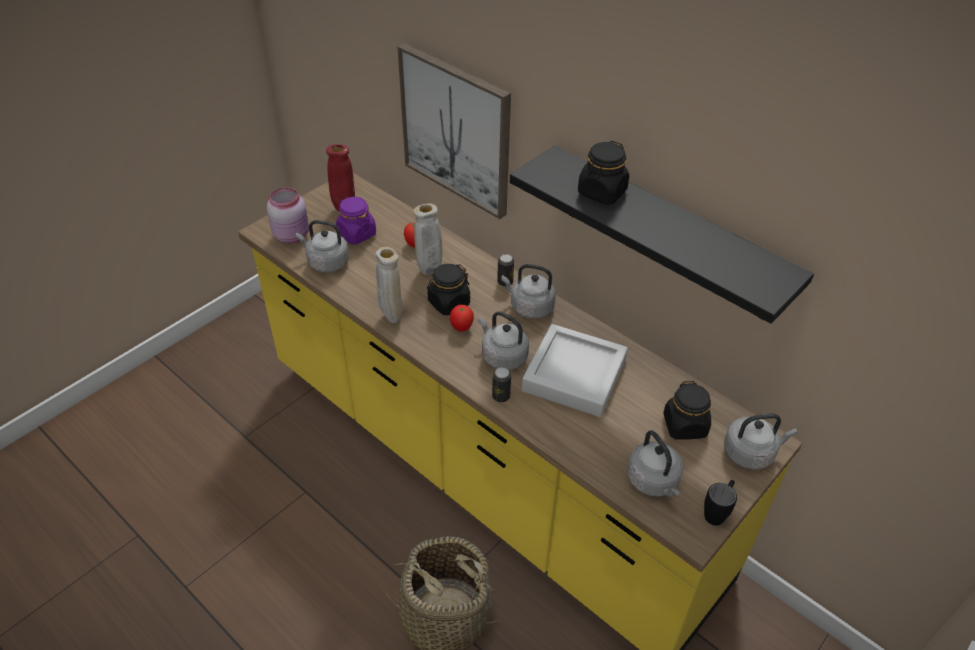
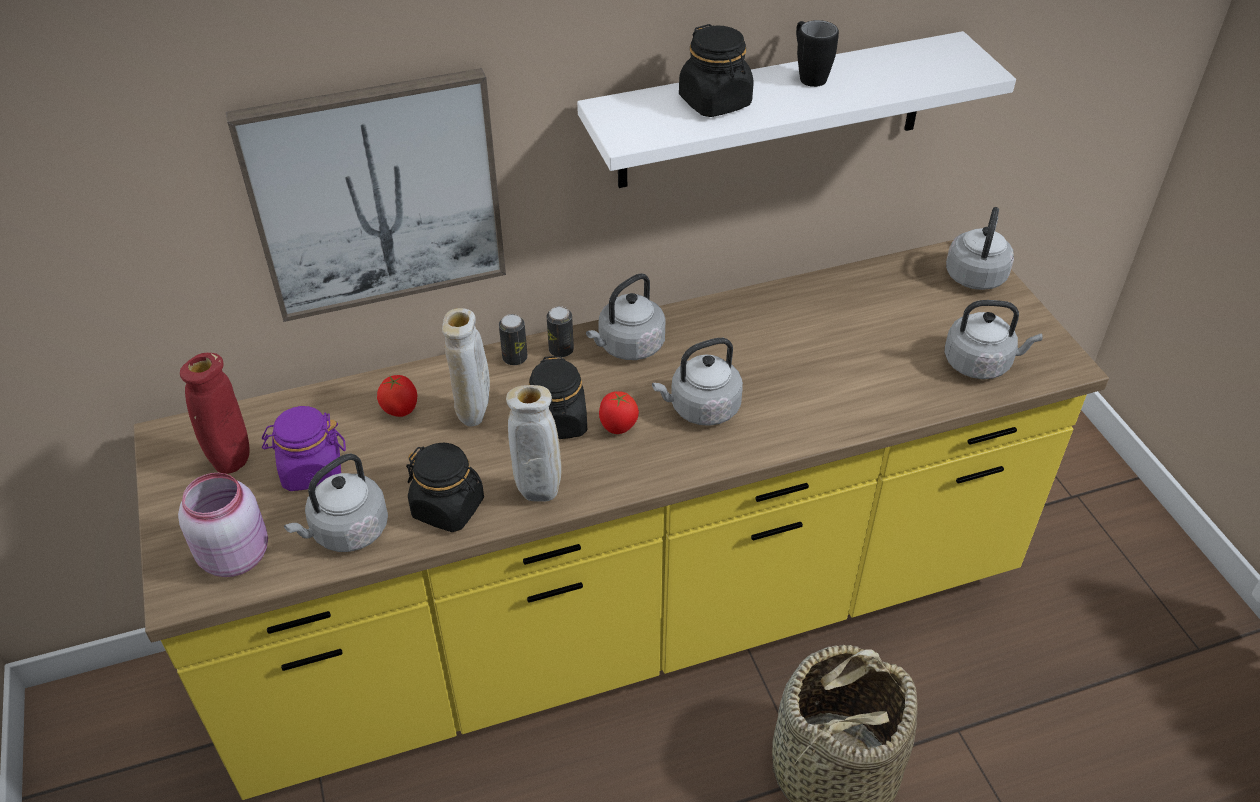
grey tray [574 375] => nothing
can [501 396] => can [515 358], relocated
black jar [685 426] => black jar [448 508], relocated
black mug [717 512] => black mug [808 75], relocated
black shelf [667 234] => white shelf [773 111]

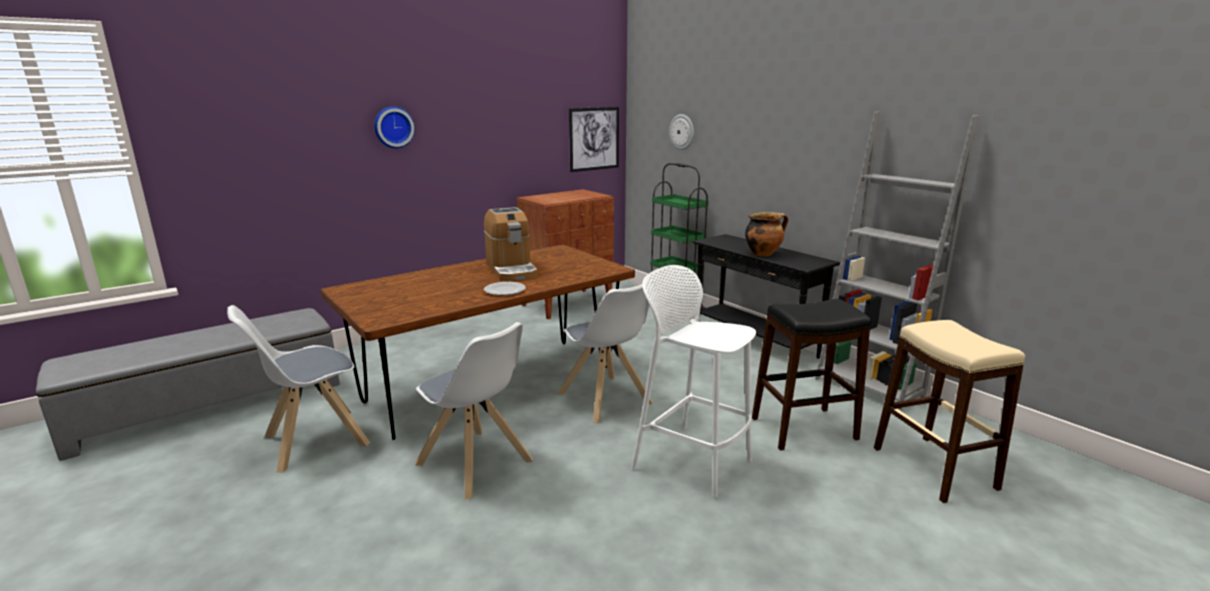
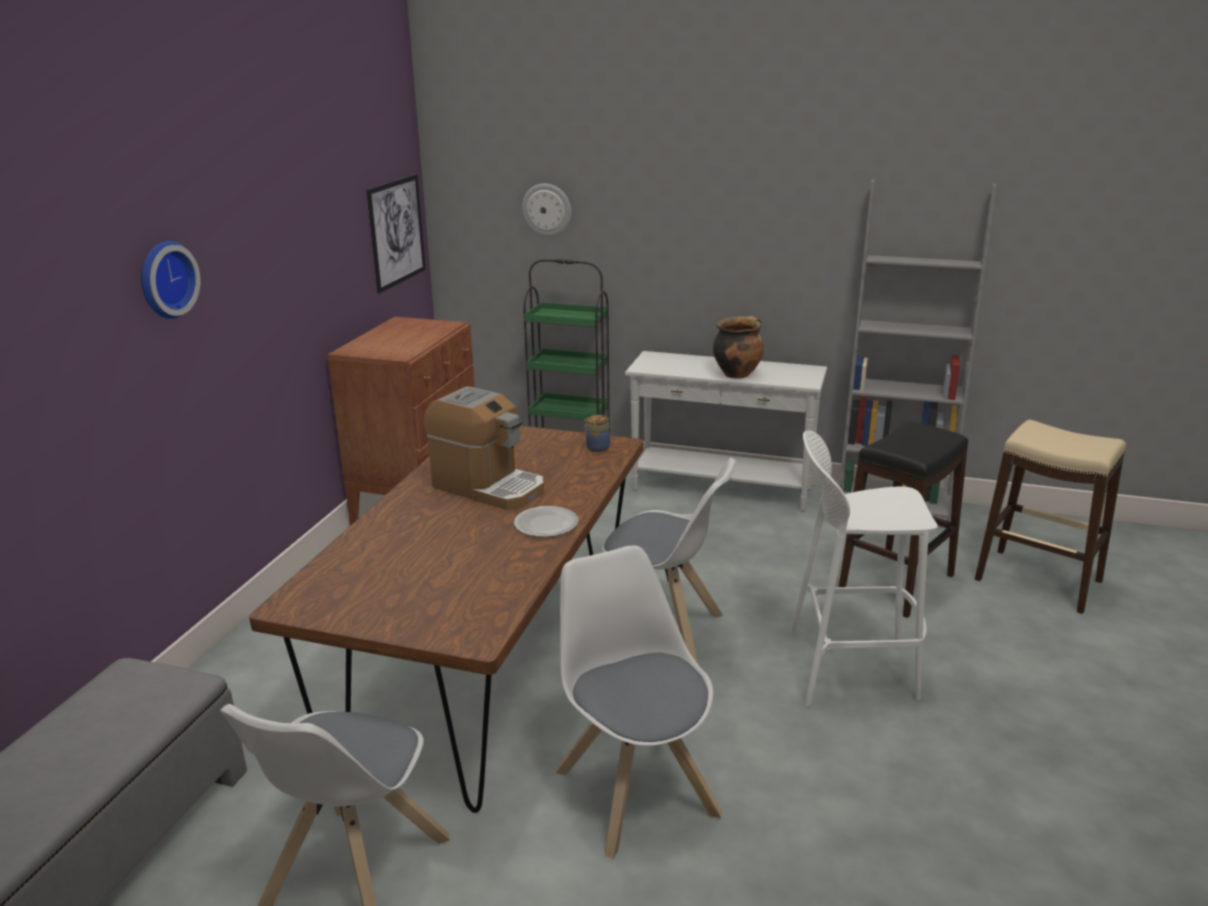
nothing => jar [597 447]
black console table [755 342] => white console table [722 489]
chair [476 464] => chair [634 788], 120 degrees counterclockwise

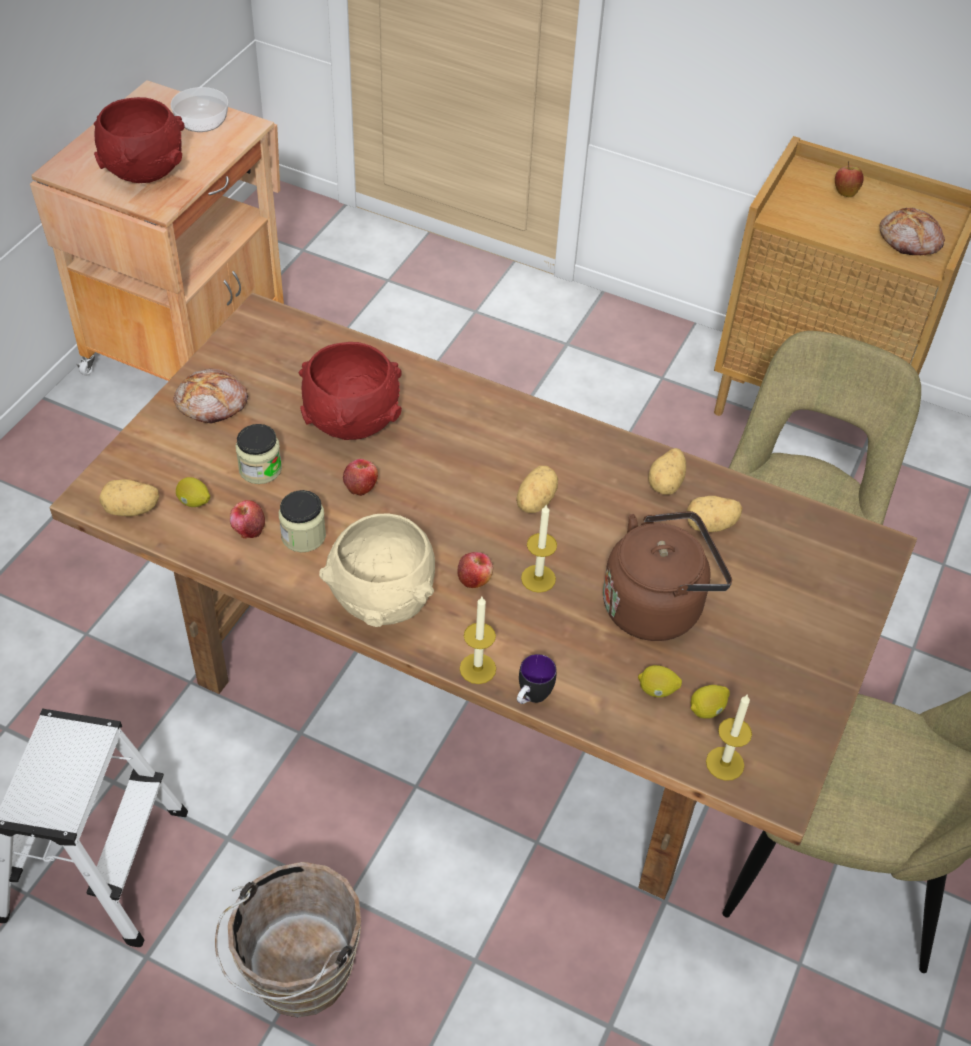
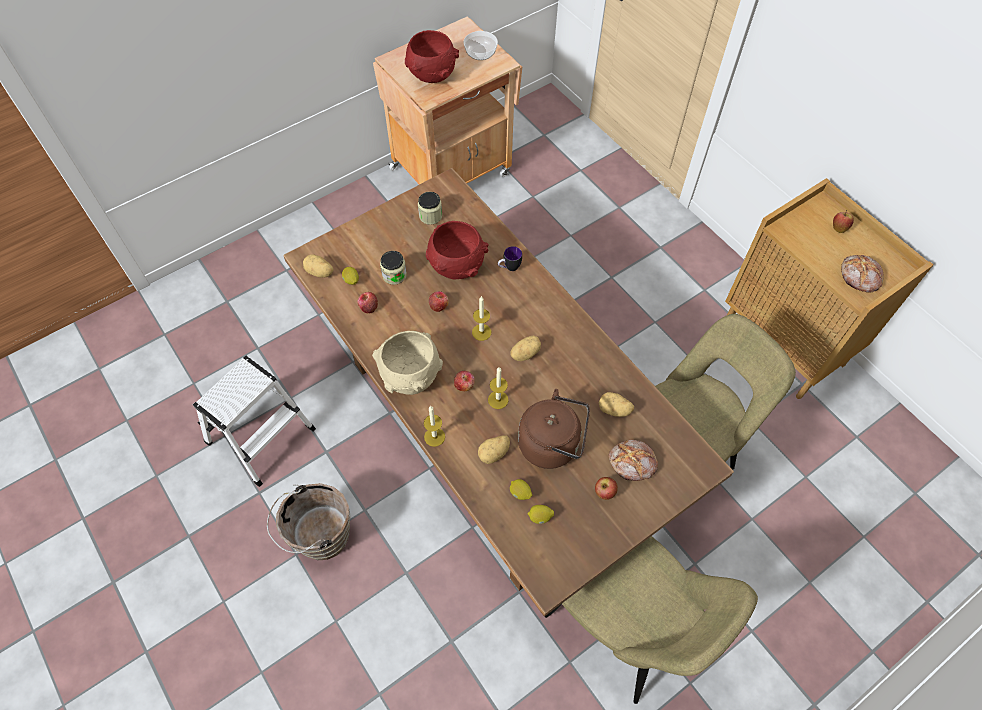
nothing => apple [604 492]
bread [212 404] => bread [632 463], relocated
jar [303 536] => jar [430 216], relocated
mug [531 698] => mug [509 268], relocated
potato [667 483] => potato [494 453], relocated
candle [725 763] => candle [481 332], relocated

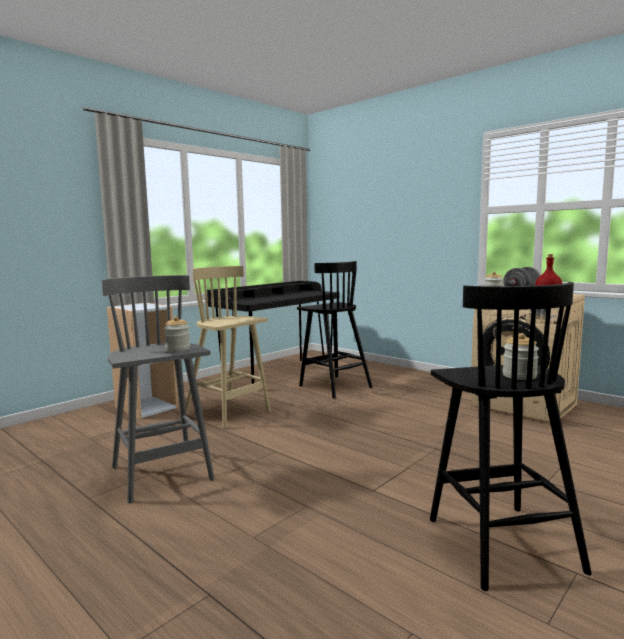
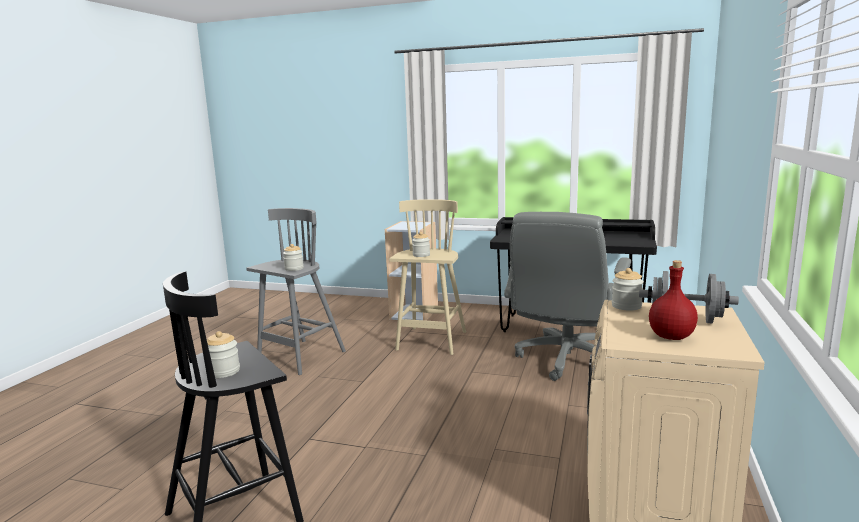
nothing => jar [421 255]
black stool [333 386] => grey office chair [564 362]

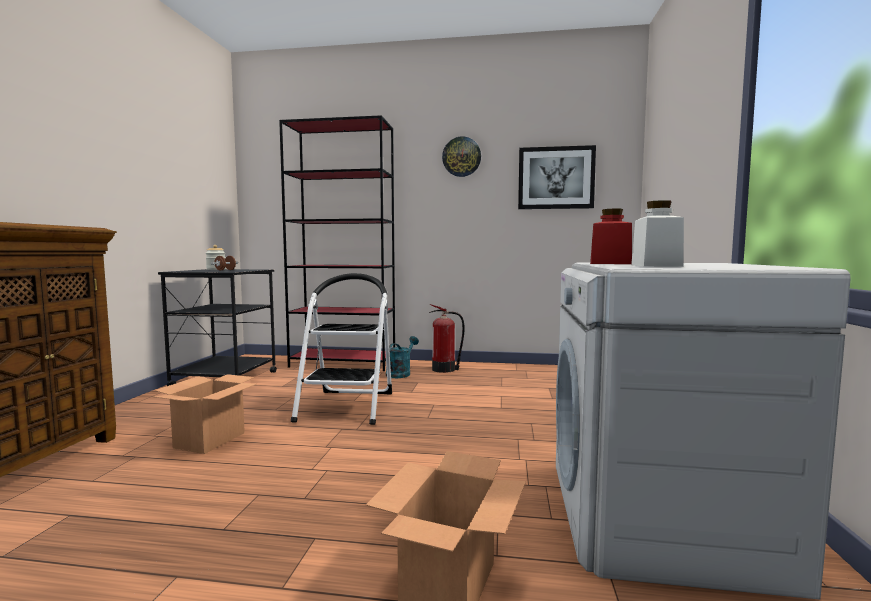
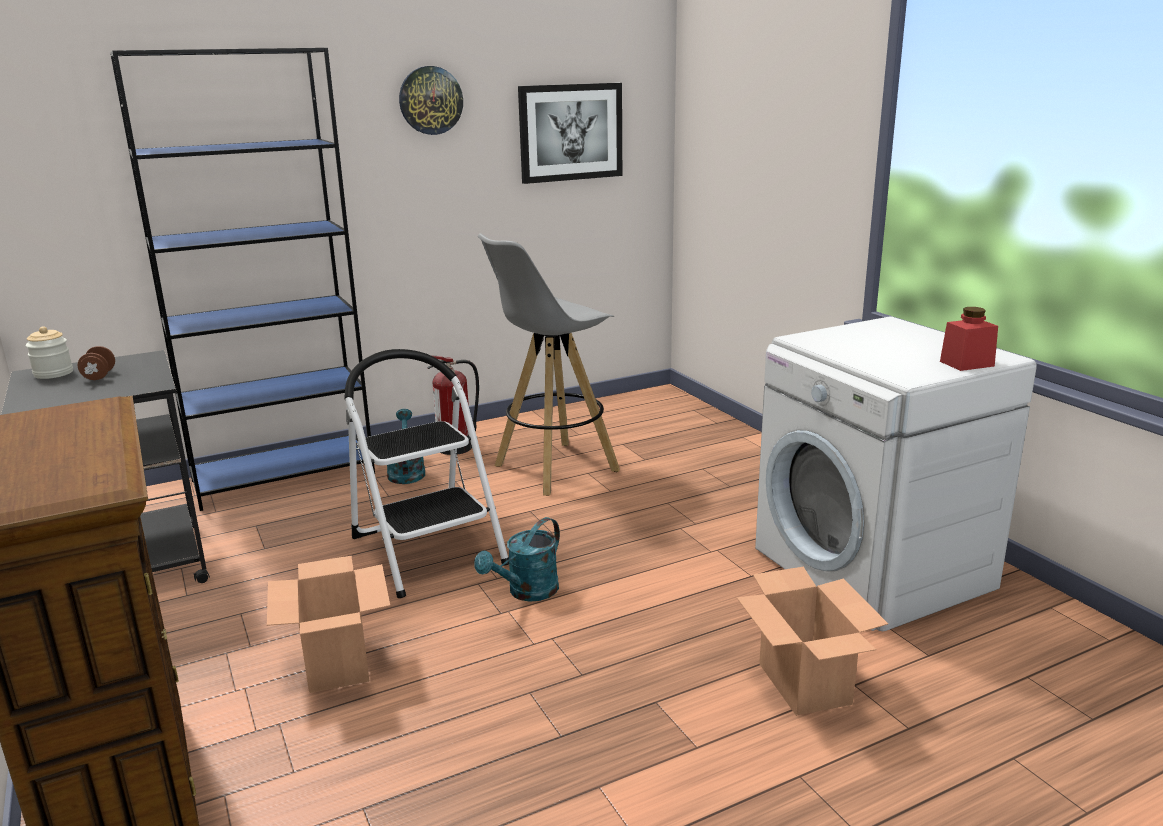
white jar [655 265] => nothing
nothing => turquoise watering can [527 592]
nothing => grey stool [553 468]
red jar [610 263] => red jar [966 364], relocated
red bookcase [344 363] => blue bookcase [284 476]

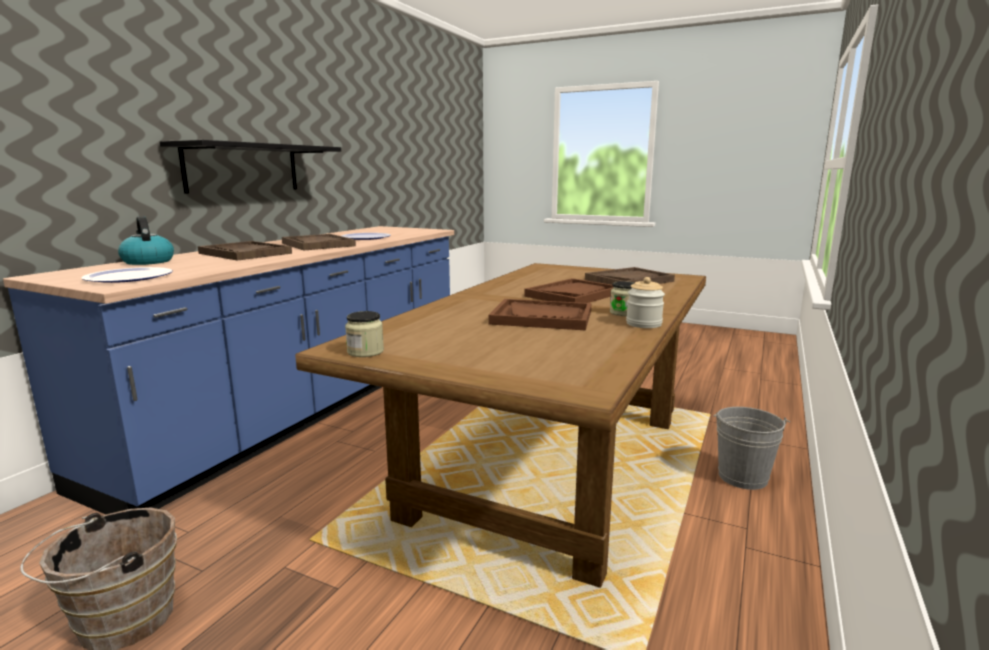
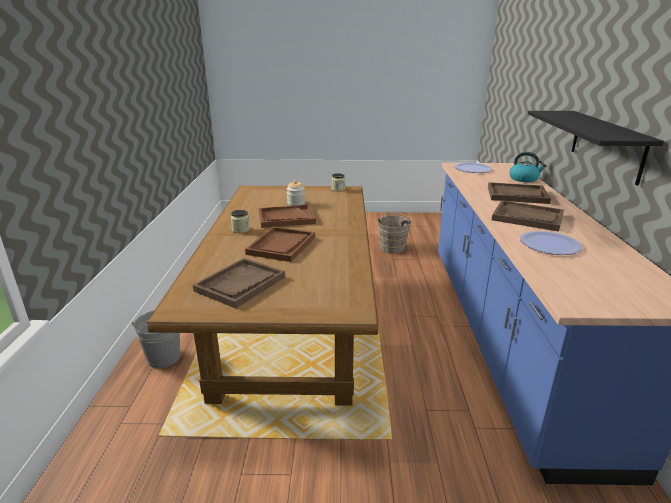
jar [643 324] => jar [296 203], relocated

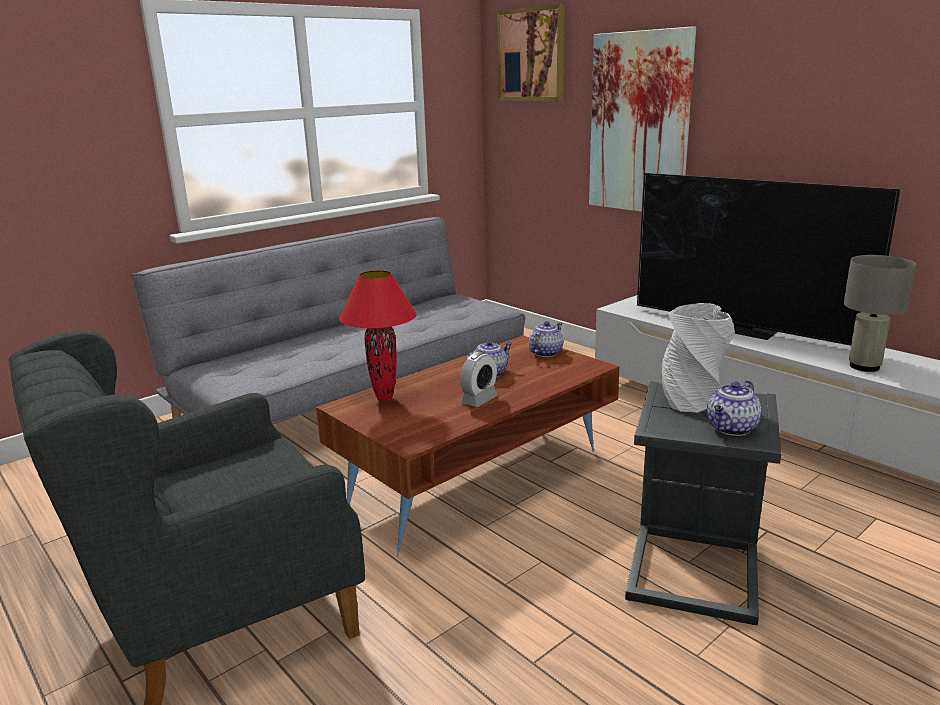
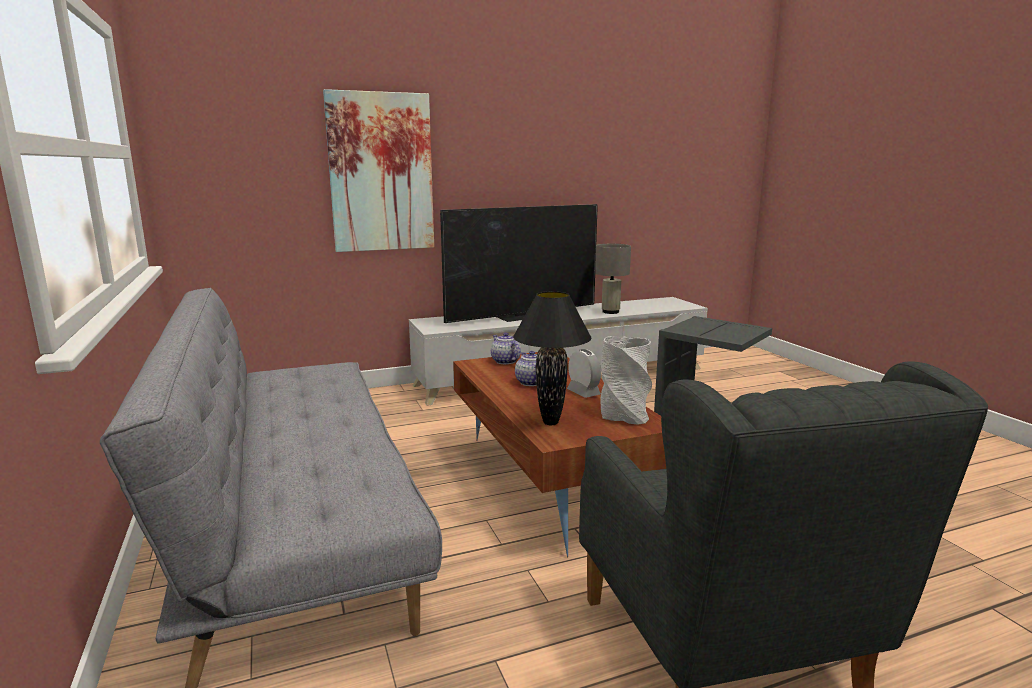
picture [531 55] => nothing
teapot [731 429] => nothing
grey vase [691 399] => grey vase [623 415], relocated
red table lamp [384 398] => black table lamp [549 422]

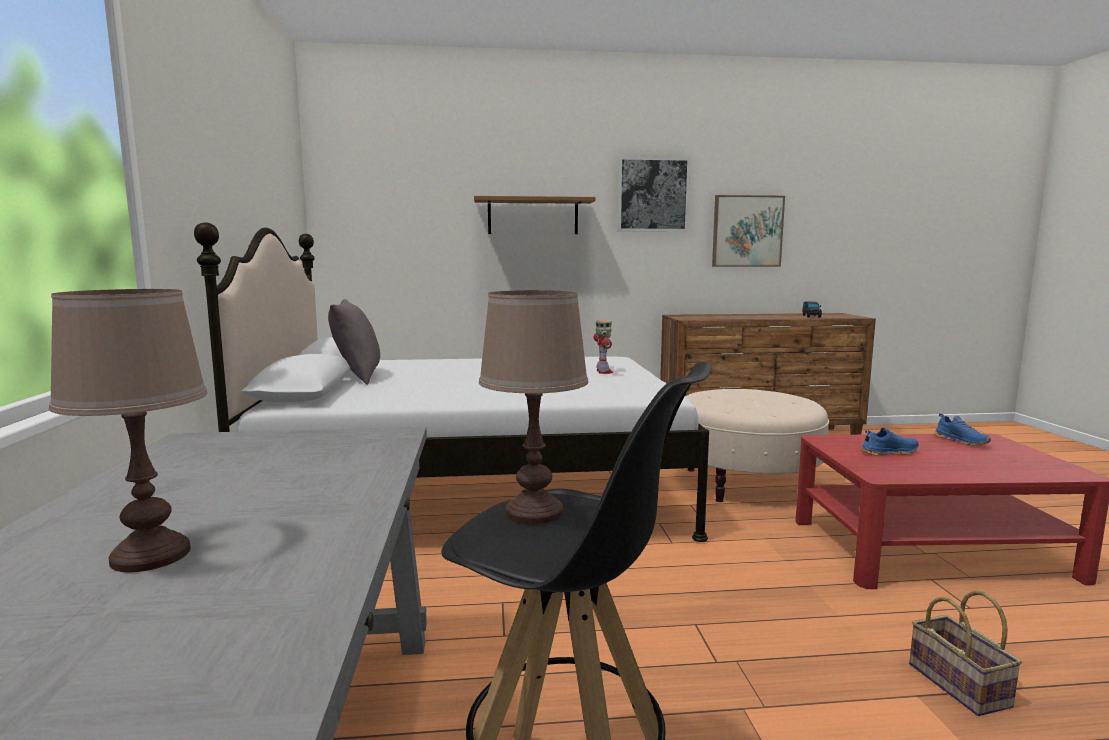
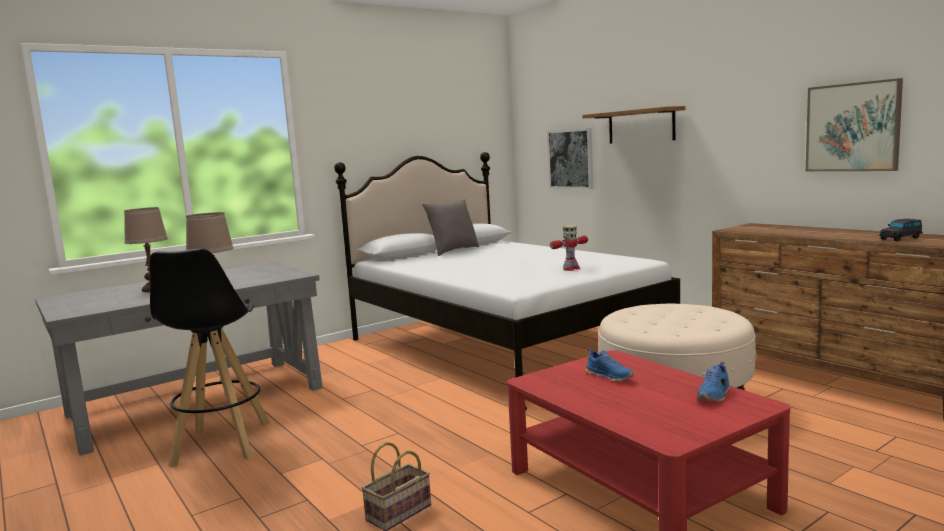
picture [652 194] => picture [571 159], relocated

